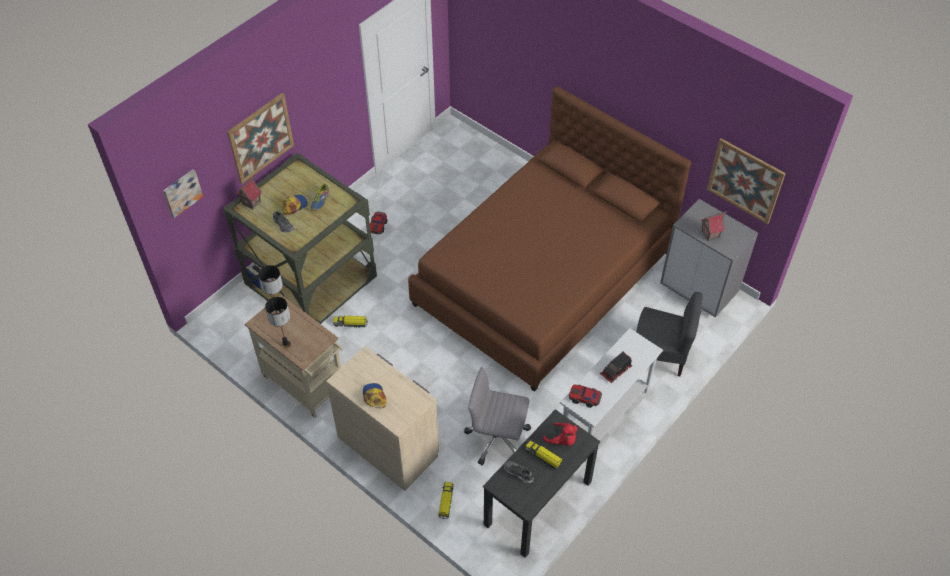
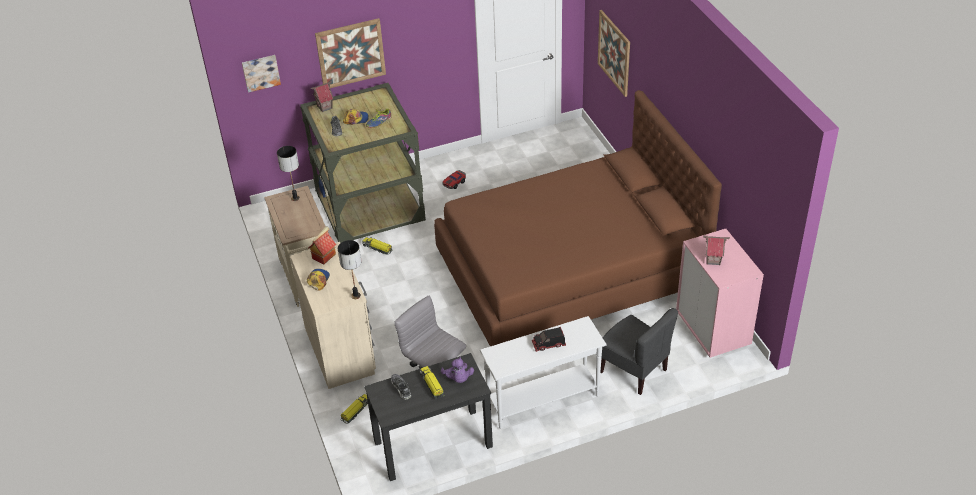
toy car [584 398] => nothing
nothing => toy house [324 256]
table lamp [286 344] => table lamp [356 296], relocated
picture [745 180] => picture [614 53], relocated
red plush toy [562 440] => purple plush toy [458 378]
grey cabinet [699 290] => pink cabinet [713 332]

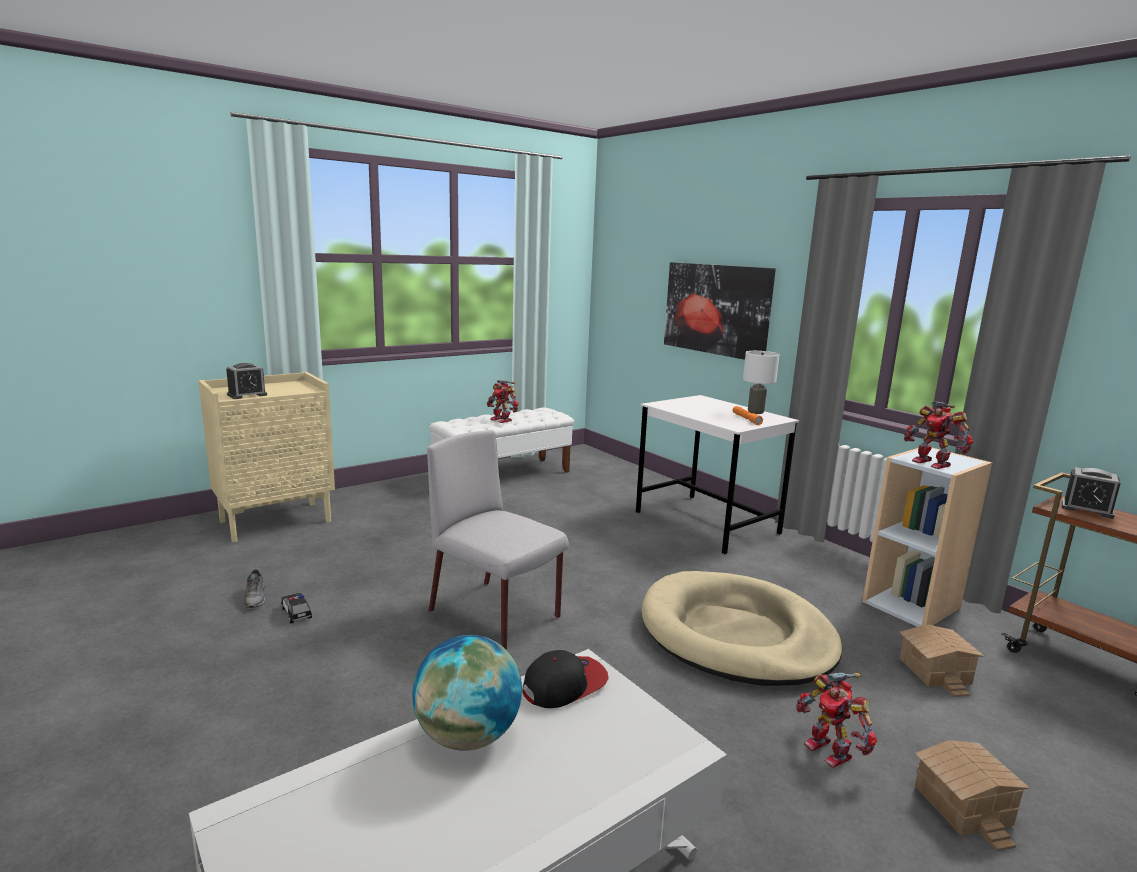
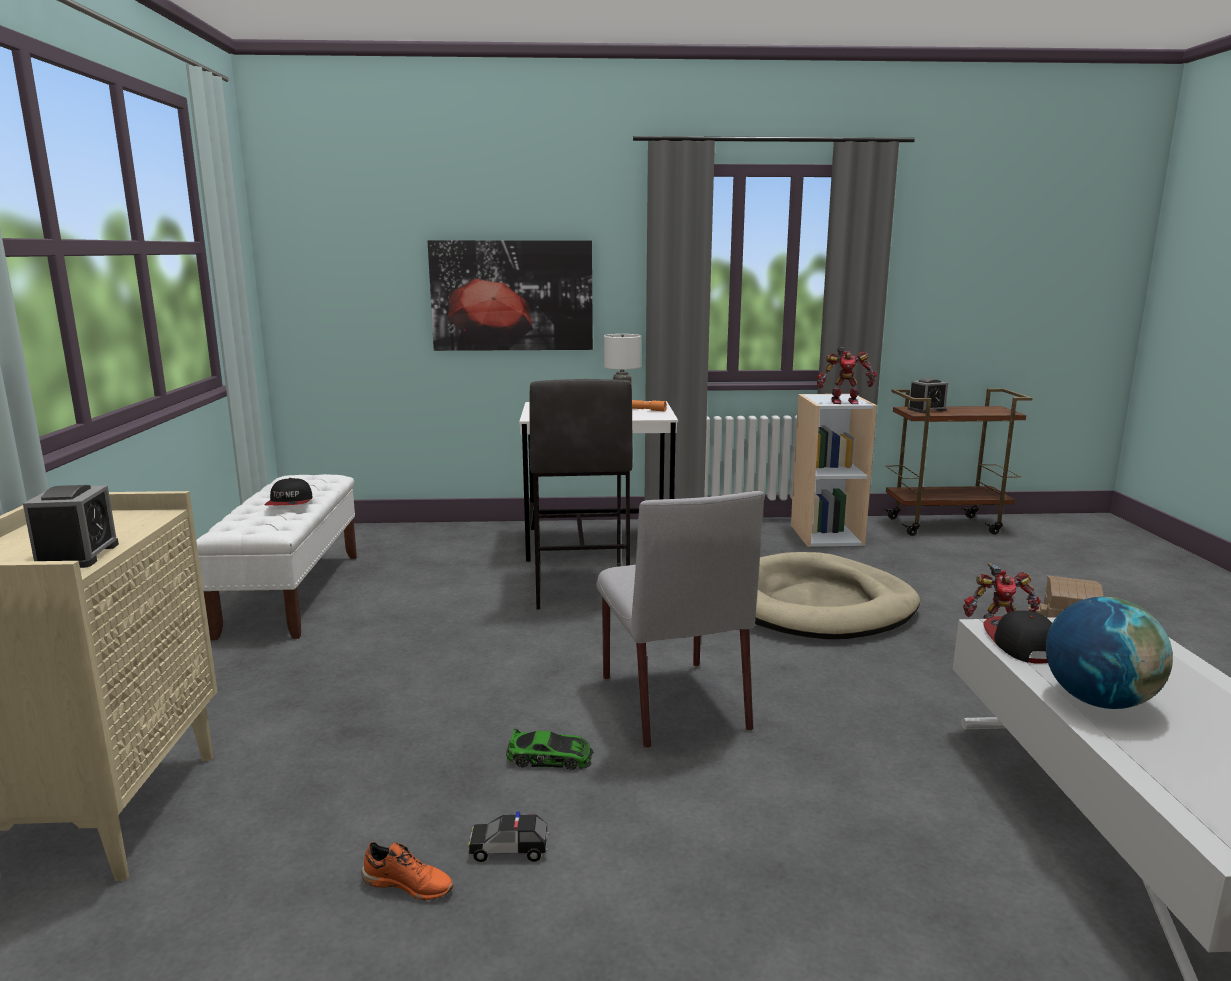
toy house [936 671] => nothing
nothing => toy car [550 757]
nothing => grey stool [579 586]
toy robot [502 420] => cap [290 503]
grey shoe [256 598] => orange shoe [409 884]
grey chair [496 615] => grey chair [672 701], 90 degrees counterclockwise

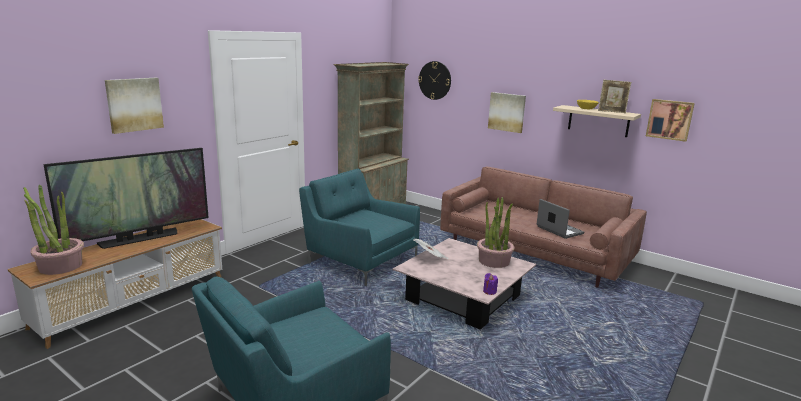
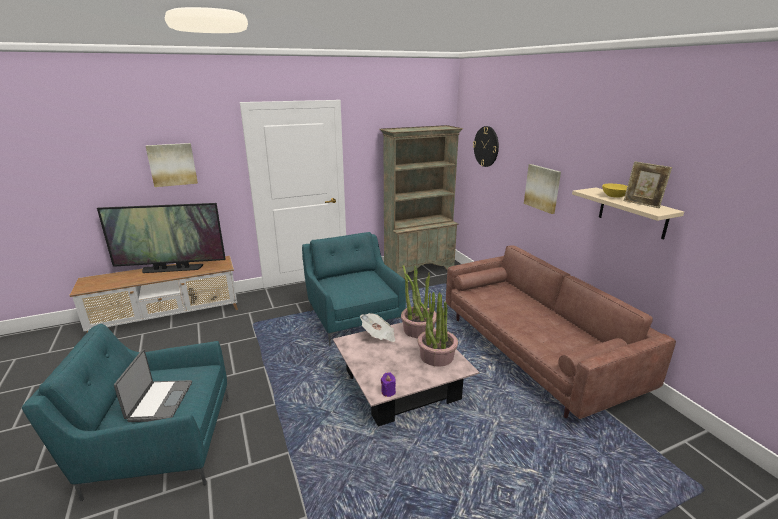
picture [669 119] => nothing
potted plant [60 266] => potted plant [418 329], relocated
laptop [559 230] => laptop [159 401], relocated

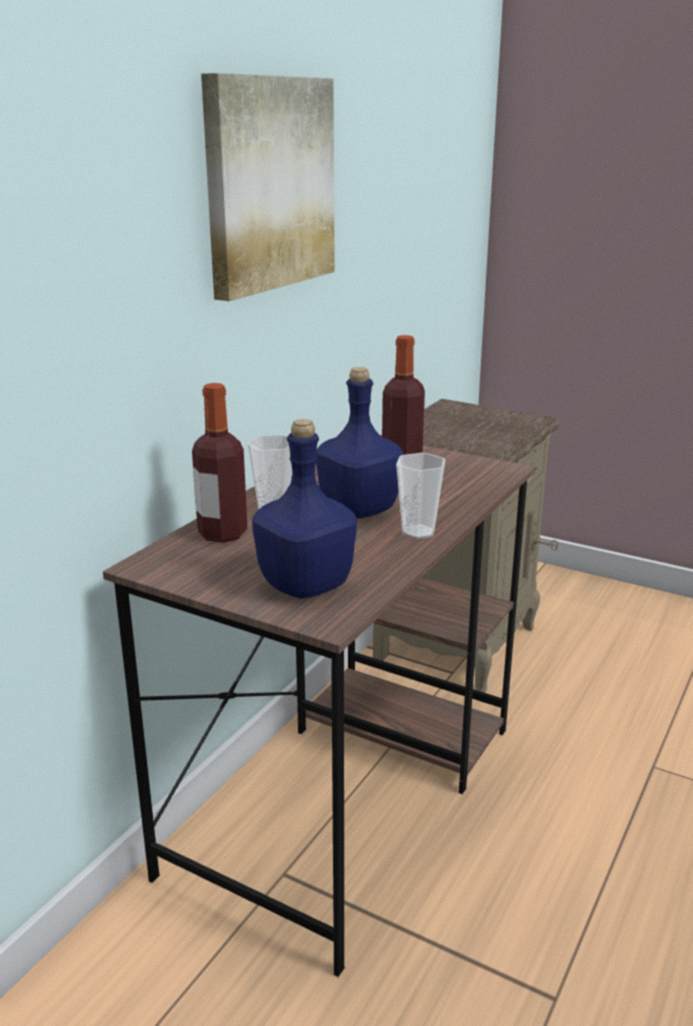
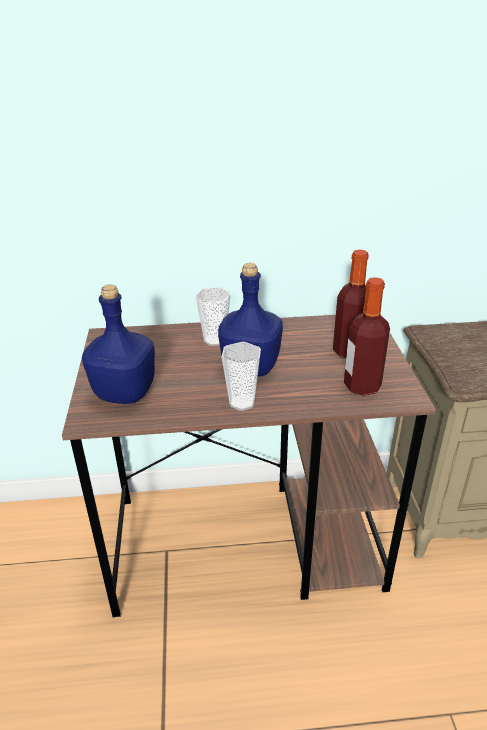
picture [268 184] => nothing
bottle [222 534] => bottle [362 386], relocated

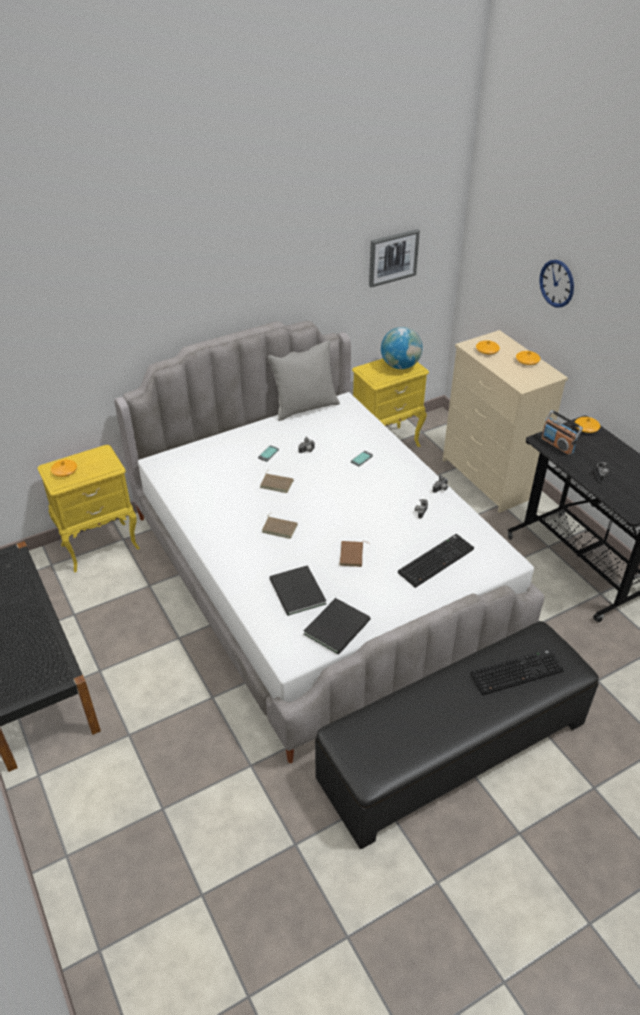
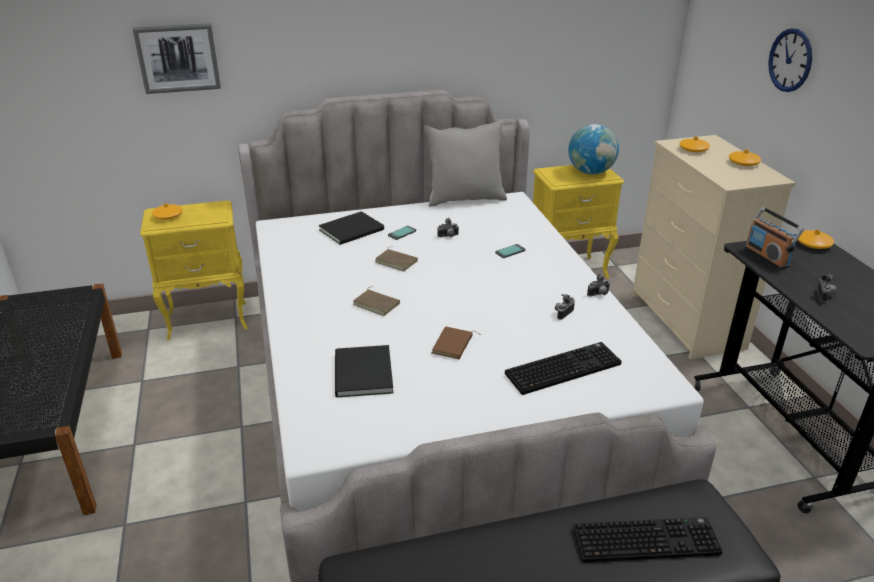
black book [339 627] => black book [353 230], relocated
picture [393 257] => picture [178 58], relocated

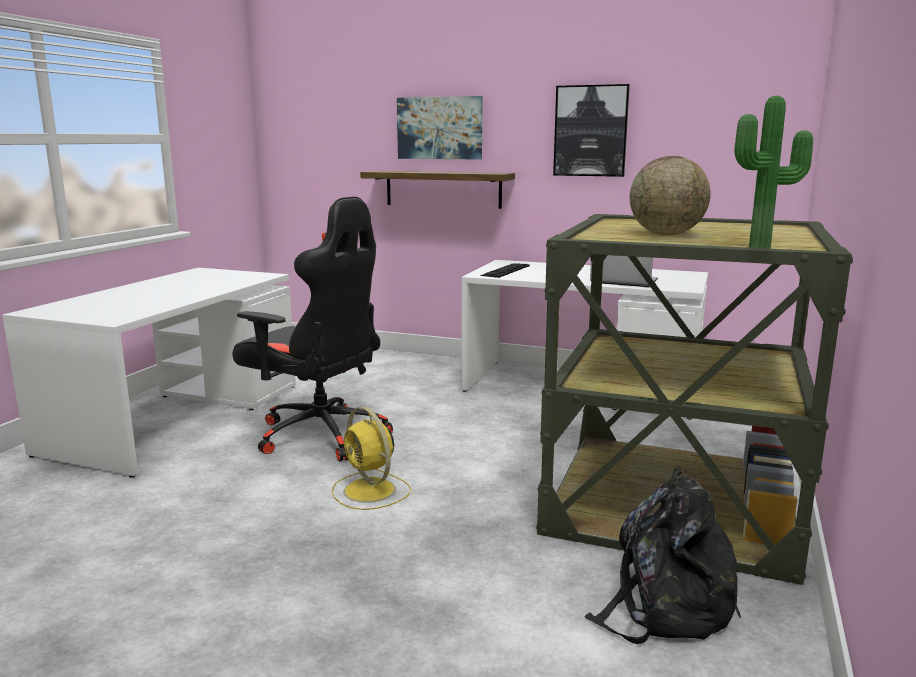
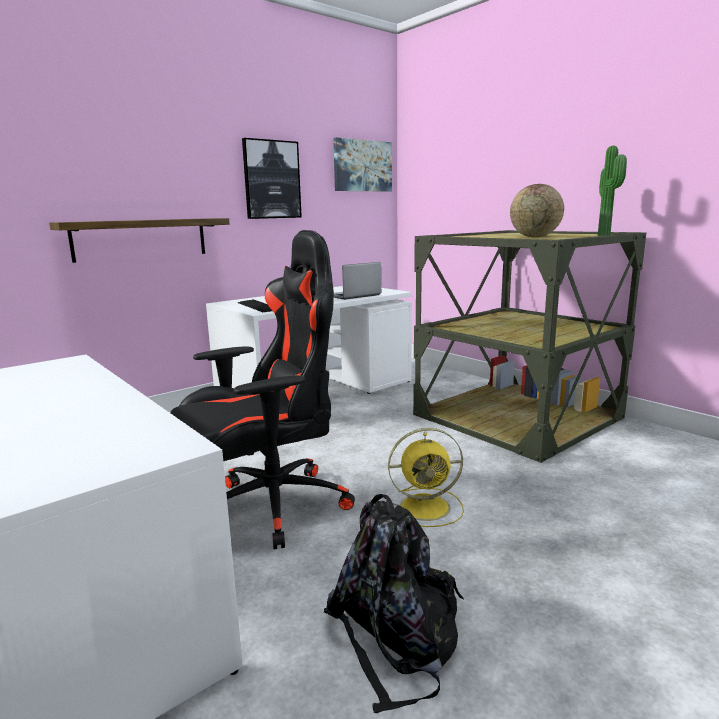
picture [440 128] => picture [362 166], relocated
black backpack [665 606] => black backpack [396 637], relocated

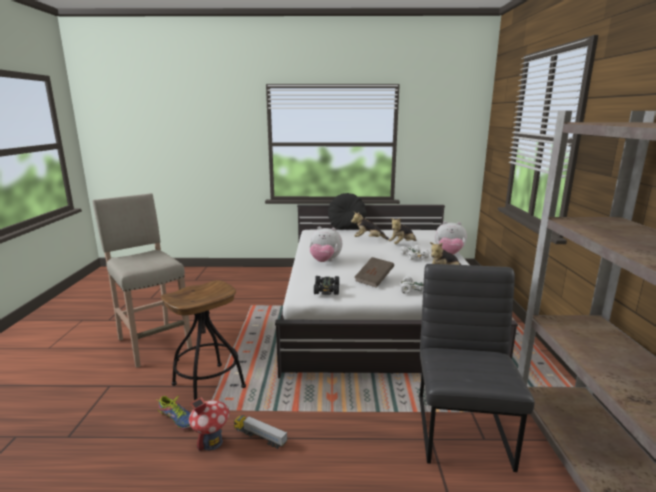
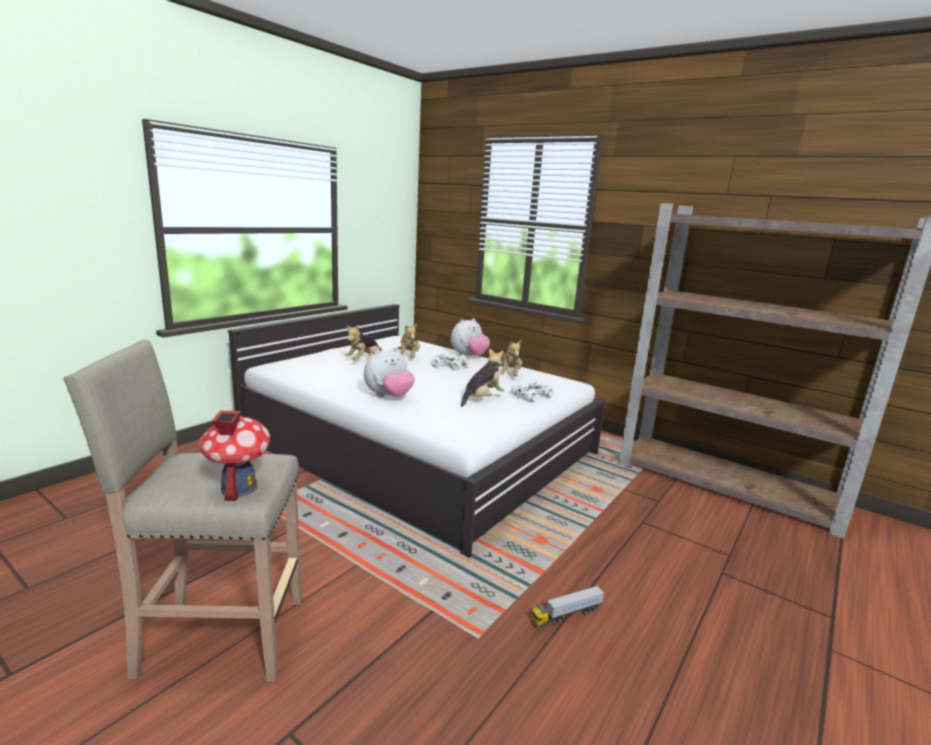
shoe [177 418] => nothing
brown stool [208 385] => nothing
black toy car [327 290] => nothing
black pillow [347 228] => nothing
grey chair [462 428] => nothing
toy house [211 442] => toy house [239 488], relocated
brown book [374 280] => plush toy [482 398]

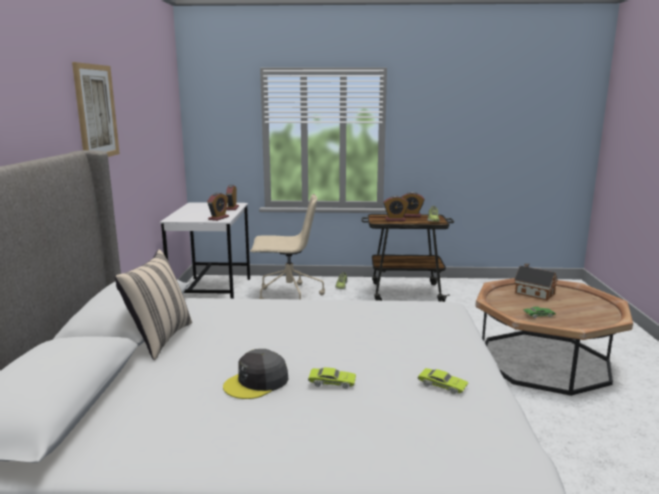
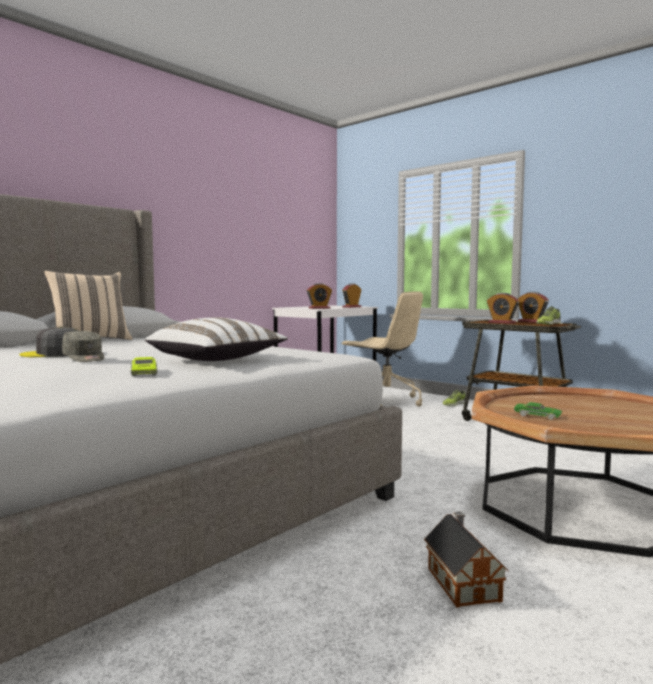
picture [96 112] => nothing
nothing => white pillow [217 360]
toy house [533 293] => toy house [462 582], relocated
green toy car [332 382] => grey cap [84 358]

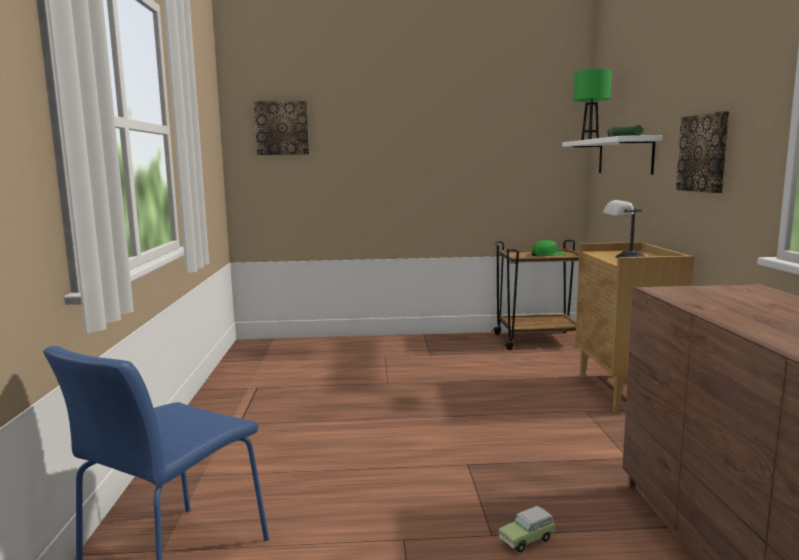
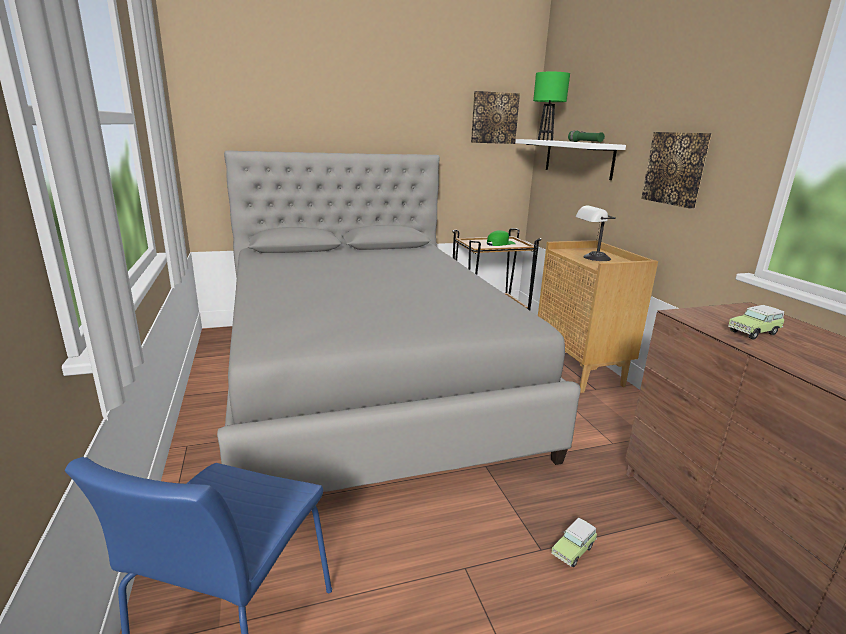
nothing => grey bed [367 378]
nothing => toy car [754 332]
picture [282 128] => picture [494 118], relocated

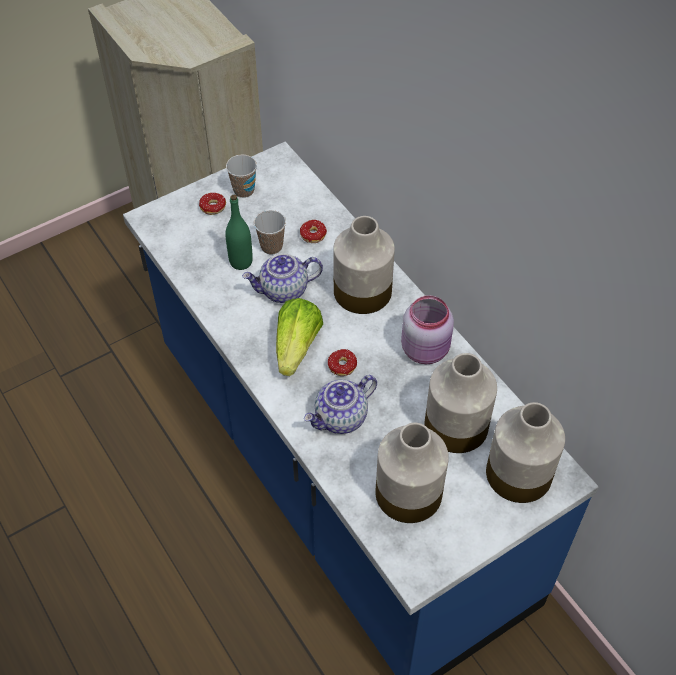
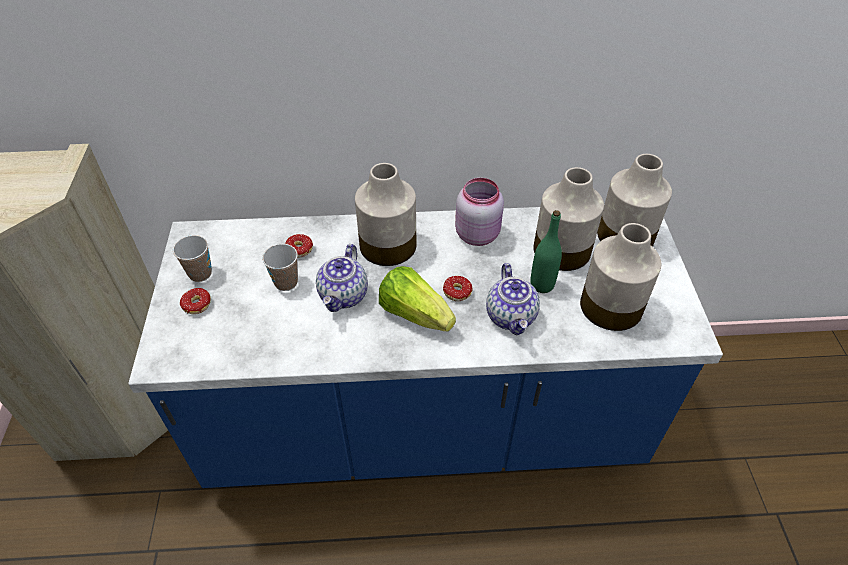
green bottle [241 262] => green bottle [542 285], relocated

